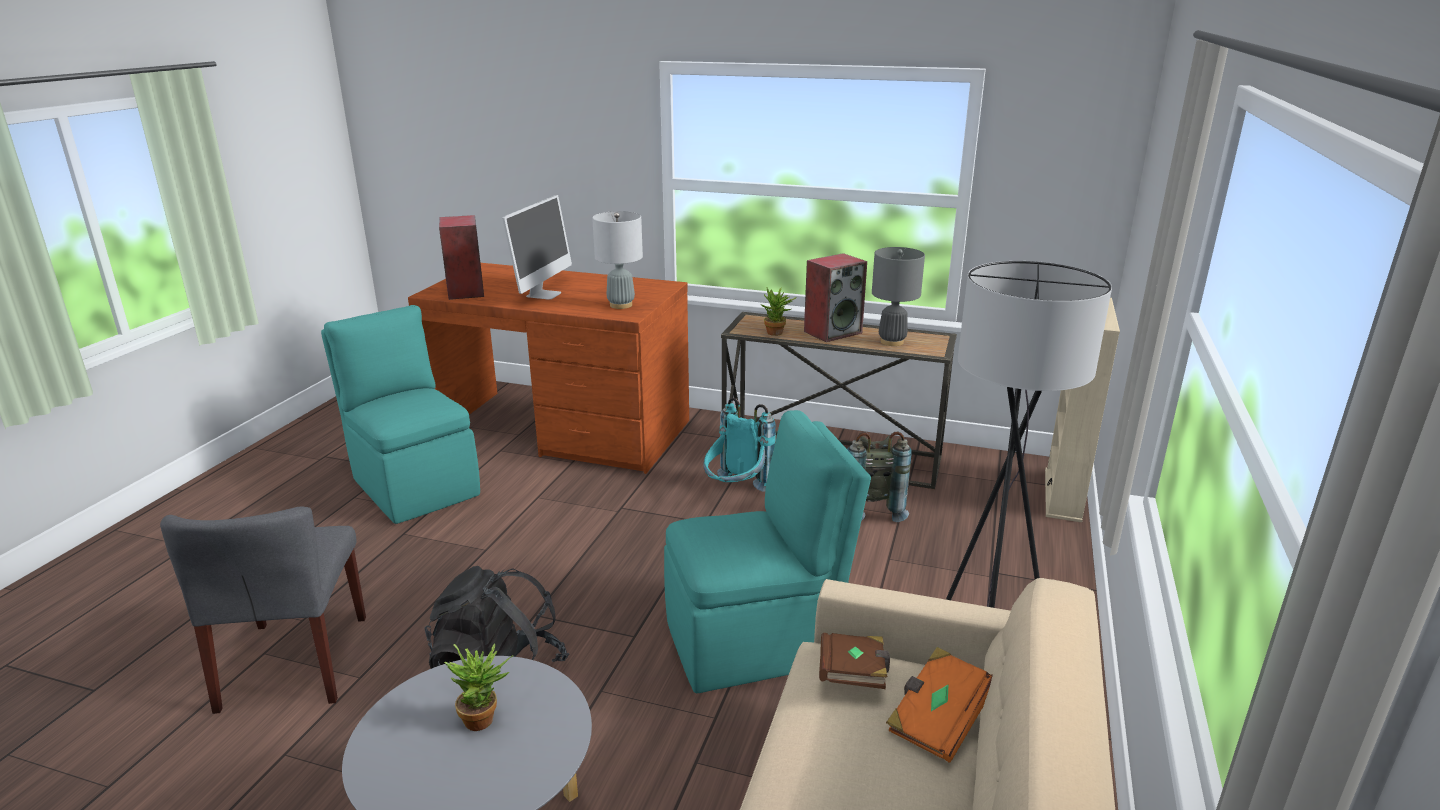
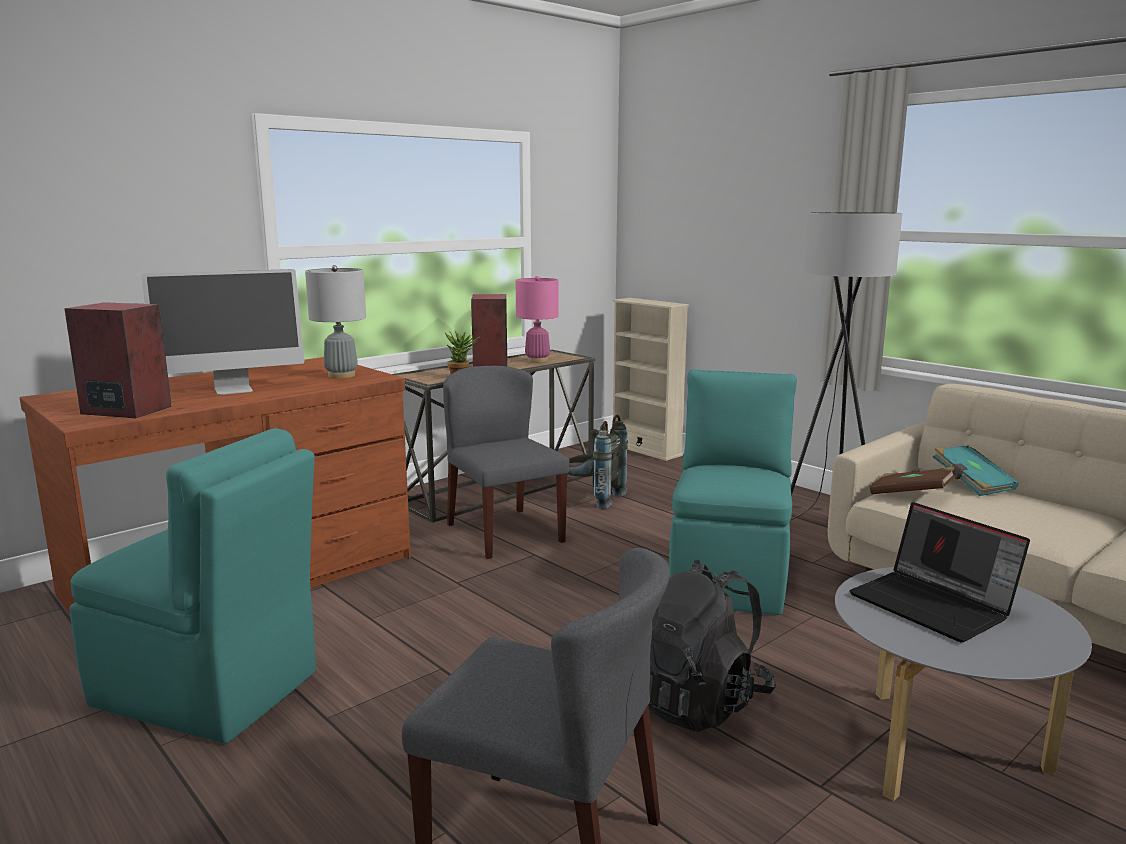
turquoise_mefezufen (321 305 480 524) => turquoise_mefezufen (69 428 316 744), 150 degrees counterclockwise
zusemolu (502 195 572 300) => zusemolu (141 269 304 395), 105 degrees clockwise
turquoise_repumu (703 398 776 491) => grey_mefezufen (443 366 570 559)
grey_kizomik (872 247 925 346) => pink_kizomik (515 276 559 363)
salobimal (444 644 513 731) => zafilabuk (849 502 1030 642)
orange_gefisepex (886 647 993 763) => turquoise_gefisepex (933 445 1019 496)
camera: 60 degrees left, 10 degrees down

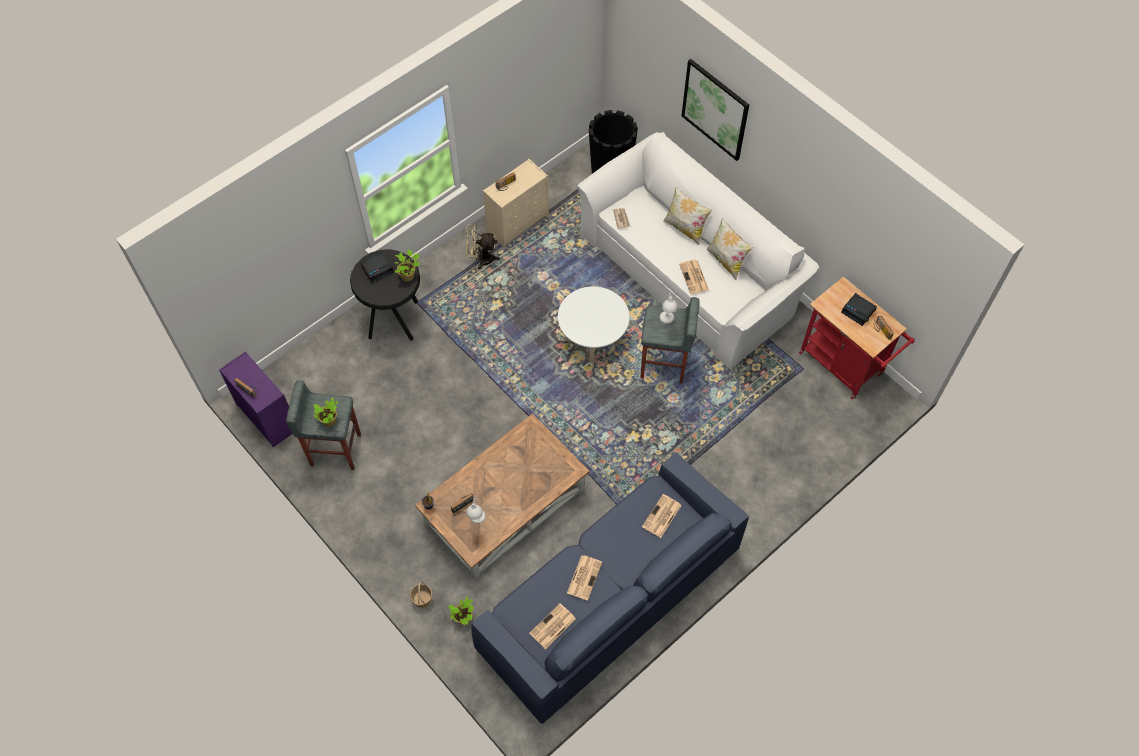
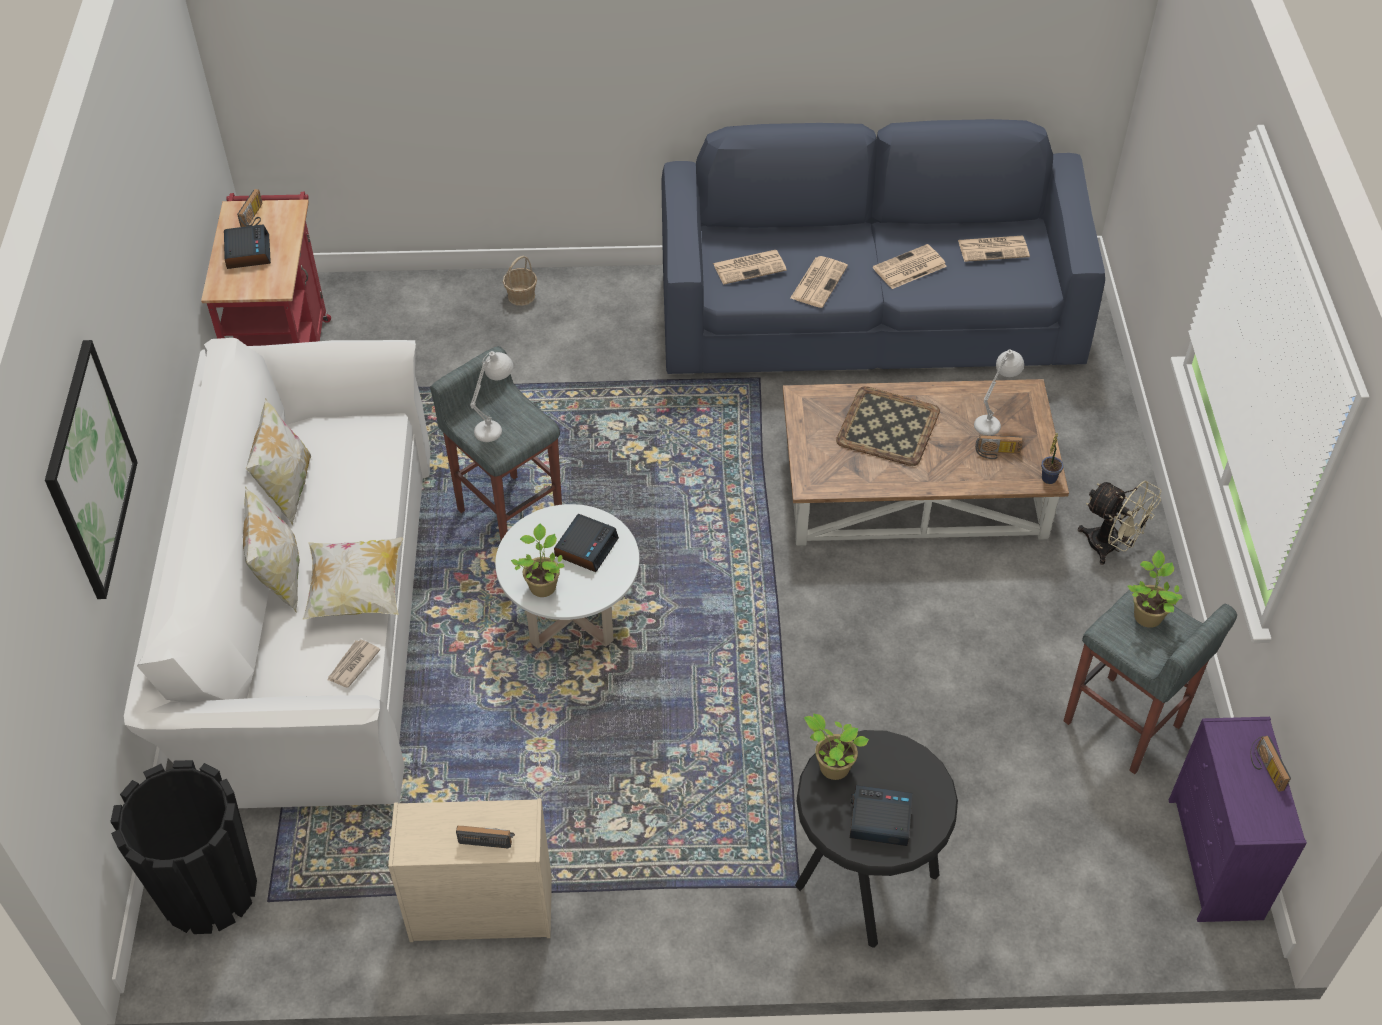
nothing => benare (303 537 403 620)
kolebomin (410 581 433 608) => kolebomin (503 256 537 306), move
salobimal (448 596 474 625) => salobimal (511 523 565 597), move
nothing => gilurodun (554 514 619 572)
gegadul (679 260 709 294) => gegadul (790 256 848 308), move
nothing => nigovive (836 386 940 466)
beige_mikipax (466 224 500 269) => beige_mikipax (1078 481 1162 565), move
camera: 140 degrees left, 10 degrees down

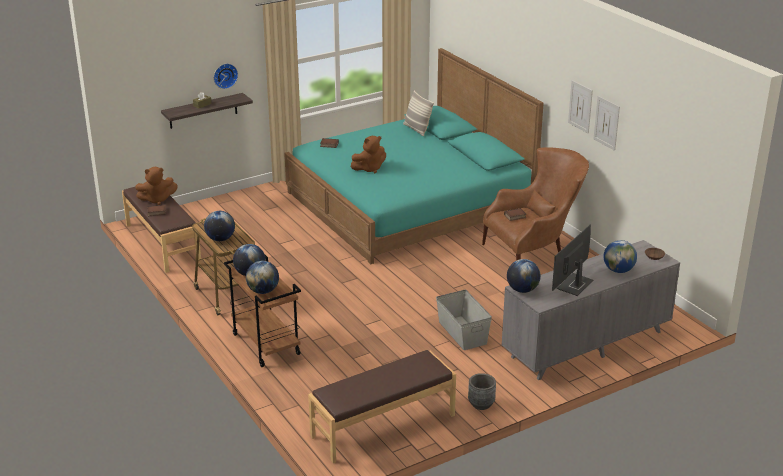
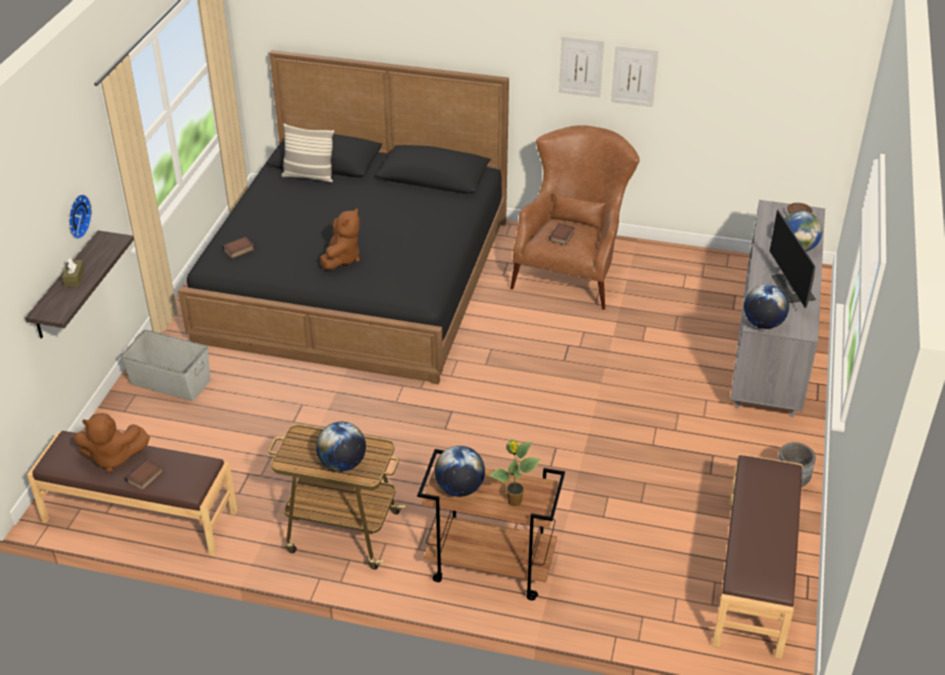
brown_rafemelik (135 167 178 205) => brown_rafemelik (73 413 150 473), 60 degrees clockwise
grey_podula (436 290 492 350) => grey_podula (121 330 211 401), move
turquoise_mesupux (284 48 544 264) => black_mesupux (178 50 509 385)
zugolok (246 261 279 294) => salobimal (489 439 540 507)
camera: 45 degrees left, 10 degrees up

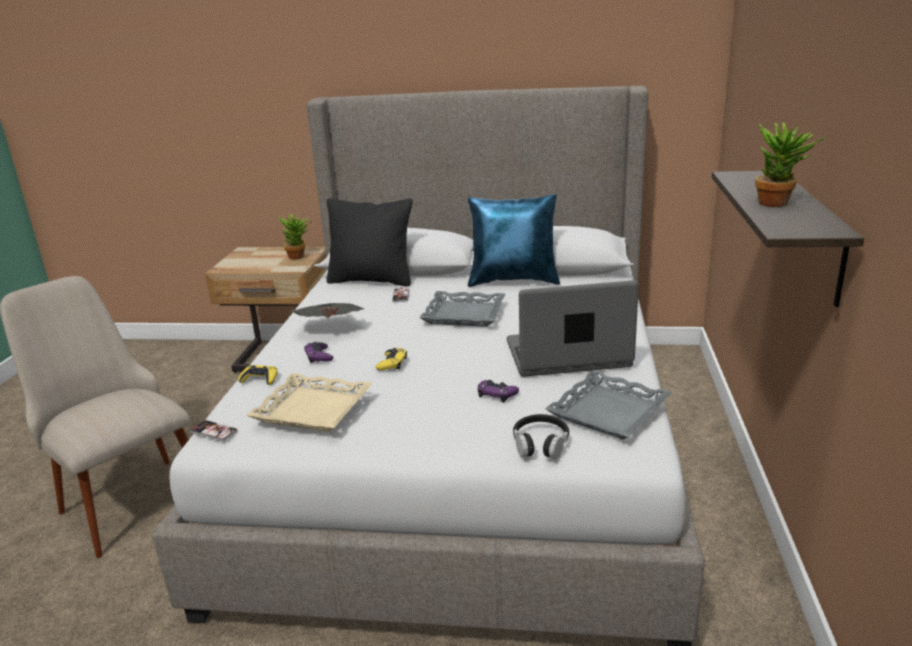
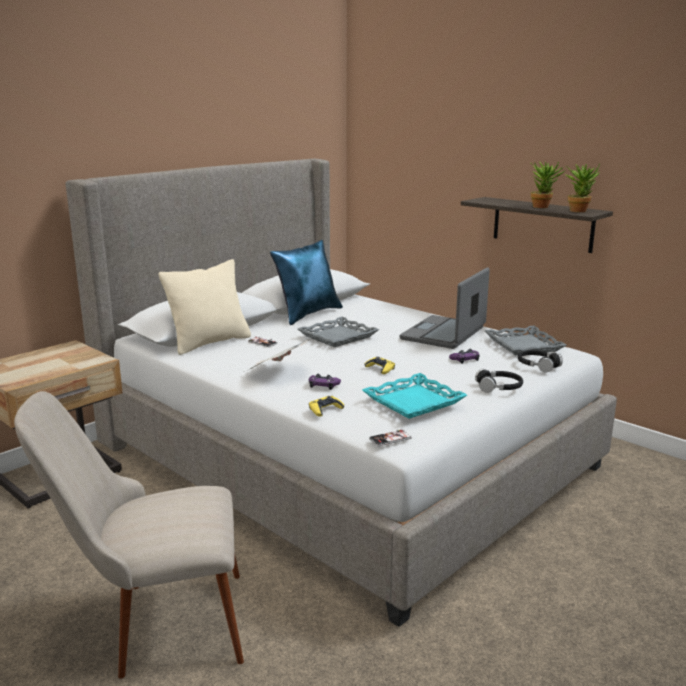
black_benare (326 198 413 286) => beige_benare (159 259 251 355)
beige_nigovive (246 373 373 432) => turquoise_nigovive (362 373 467 419)
nothing => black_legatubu (475 369 523 393)
salobimal (278 213 313 260) => salobimal (564 164 600 212), move
camera: 55 degrees left, 5 degrees down

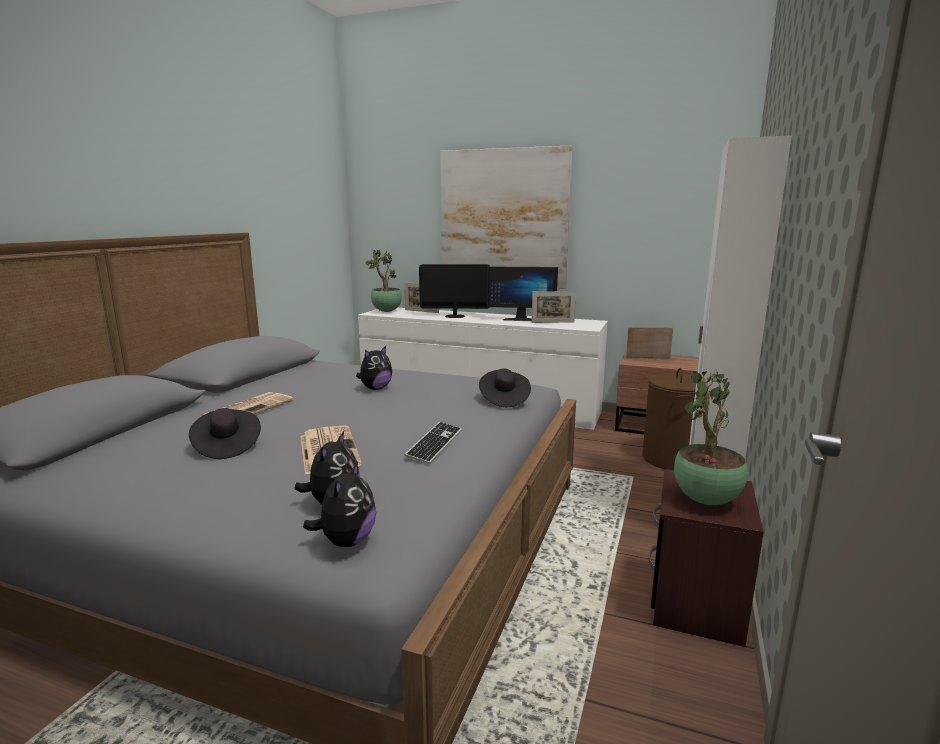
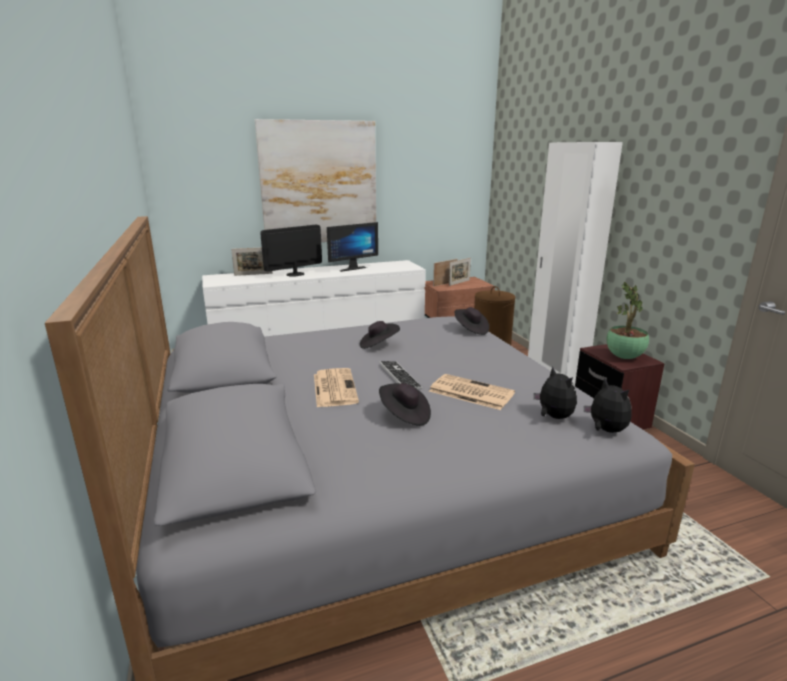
rafemelik (356 346 392 390) => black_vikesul (360 321 400 349)
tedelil (404 422 462 464) => tedelil (379 361 423 389), move
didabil (532 291 576 323) => didabil (449 258 471 286), move
salobimal (365 250 402 312) => nothing
camera: 40 degrees left, 5 degrees up

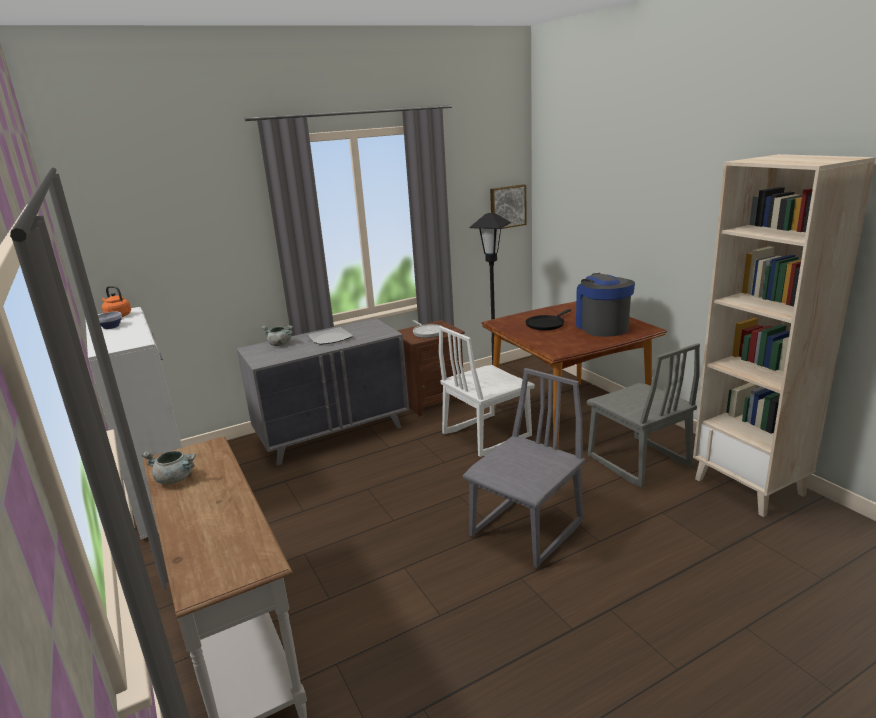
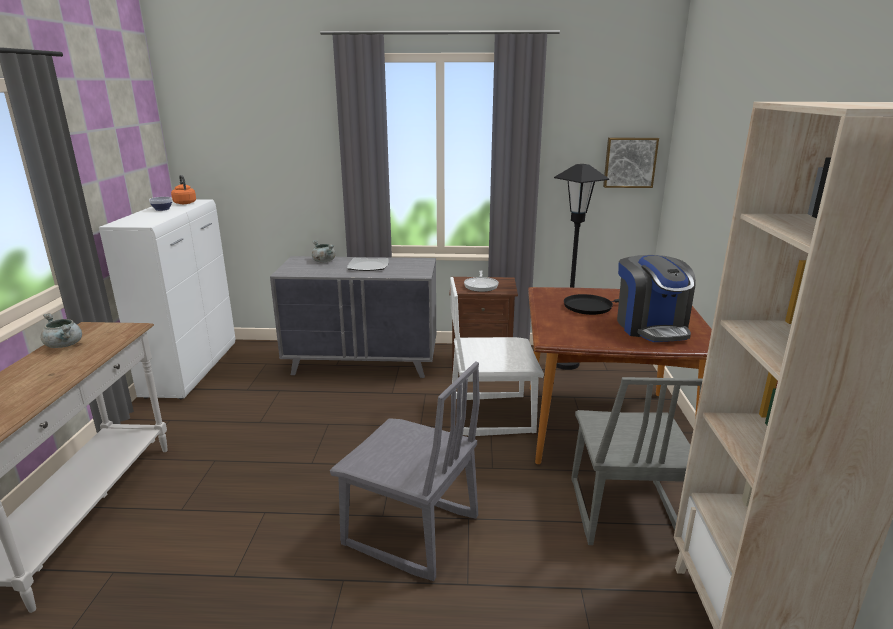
grey_mefezufen (463 368 585 568) => grey_mefezufen (330 361 480 581), 45 degrees clockwise
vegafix (576 273 635 337) => vegafix (617 255 696 342), 150 degrees clockwise
camera: 30 degrees right, 0 degrees up

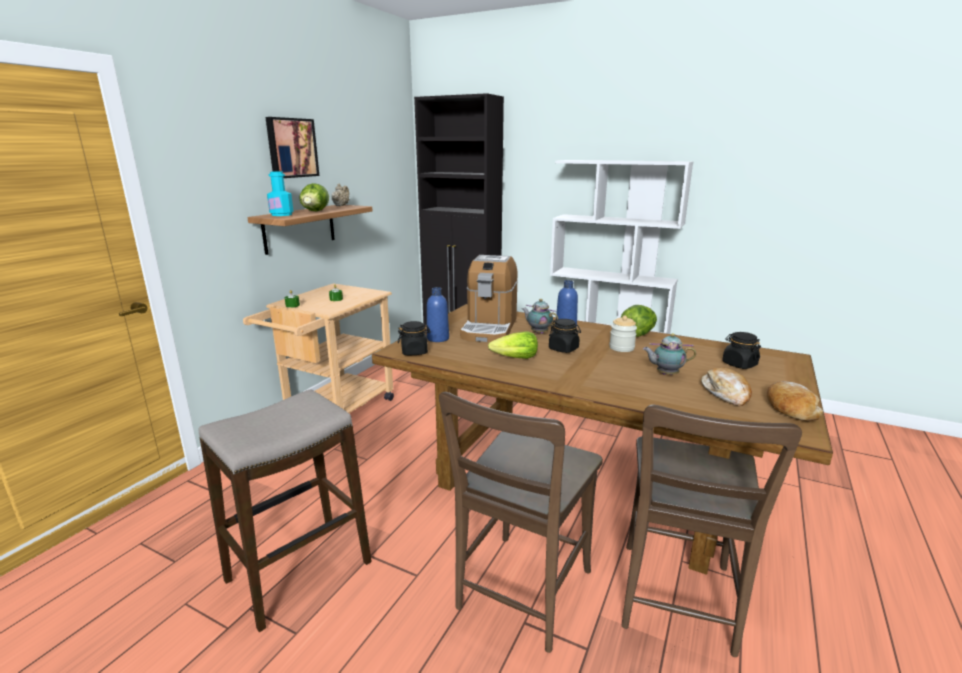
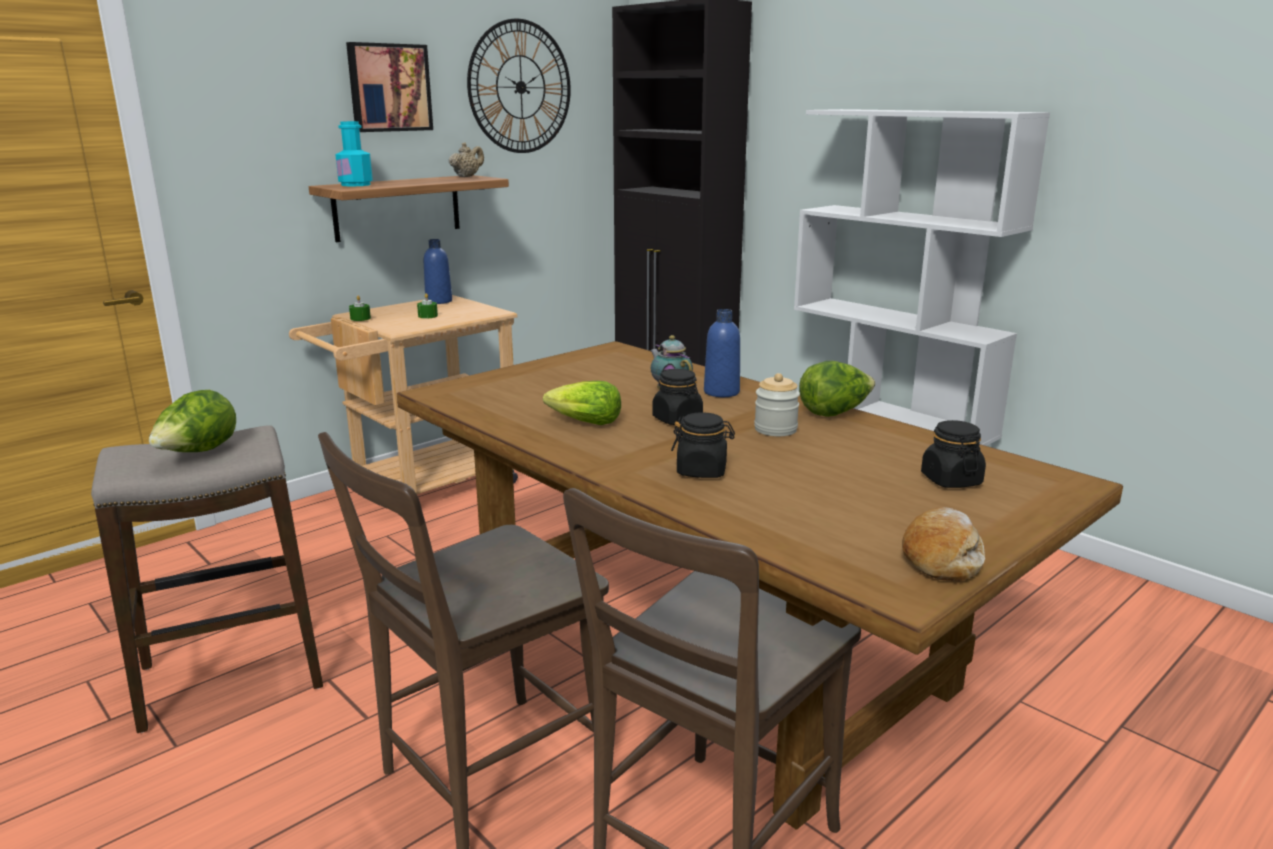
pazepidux (299 183 329 212) => pazepidux (149 390 236 452), move
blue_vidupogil (427 287 449 342) => blue_vidupogil (424 239 452 304), move
nothing => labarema (467 19 571 153)
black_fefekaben (398 321 431 355) => black_fefekaben (671 412 735 478), move
vegafix (460 255 518 343) => nothing
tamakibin (643 333 696 375) => nothing
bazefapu (701 368 752 406) => nothing
camera: 20 degrees right, 0 degrees up

